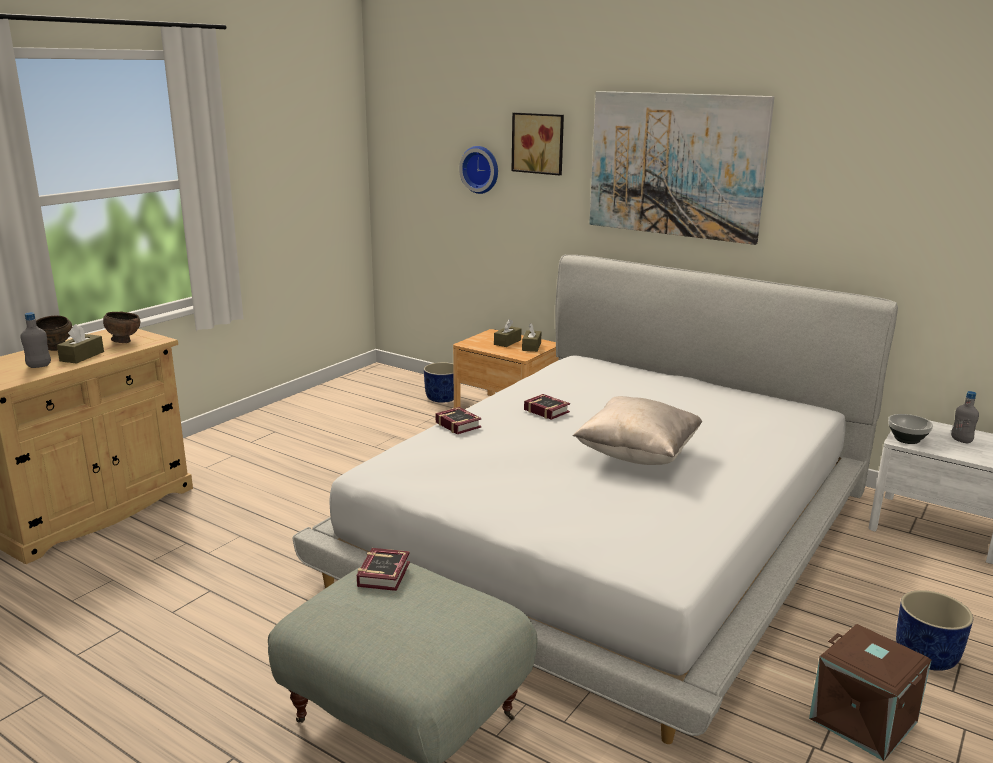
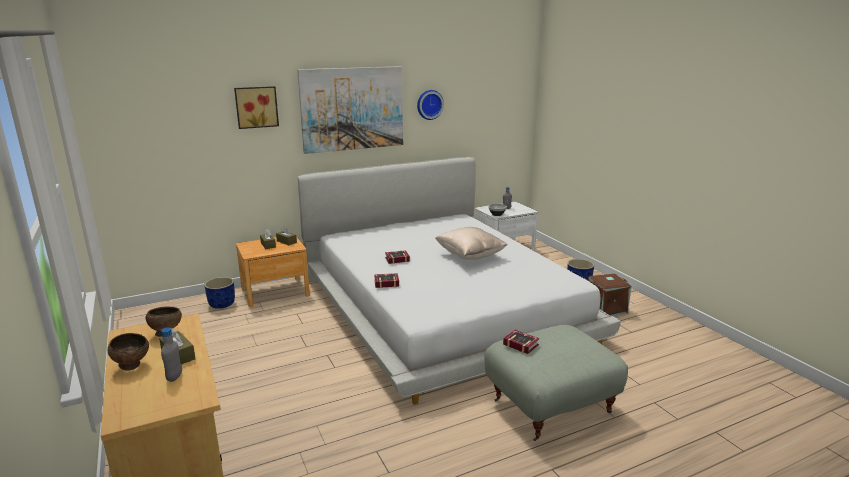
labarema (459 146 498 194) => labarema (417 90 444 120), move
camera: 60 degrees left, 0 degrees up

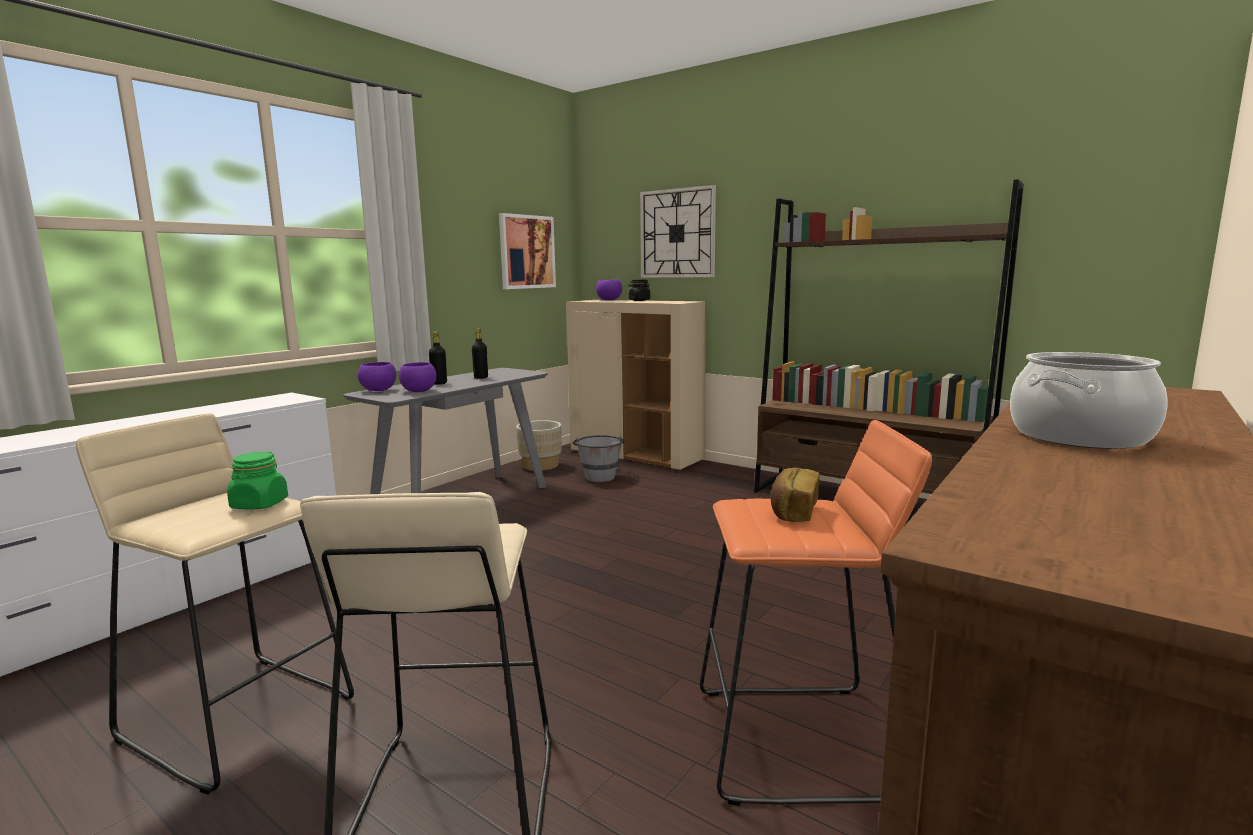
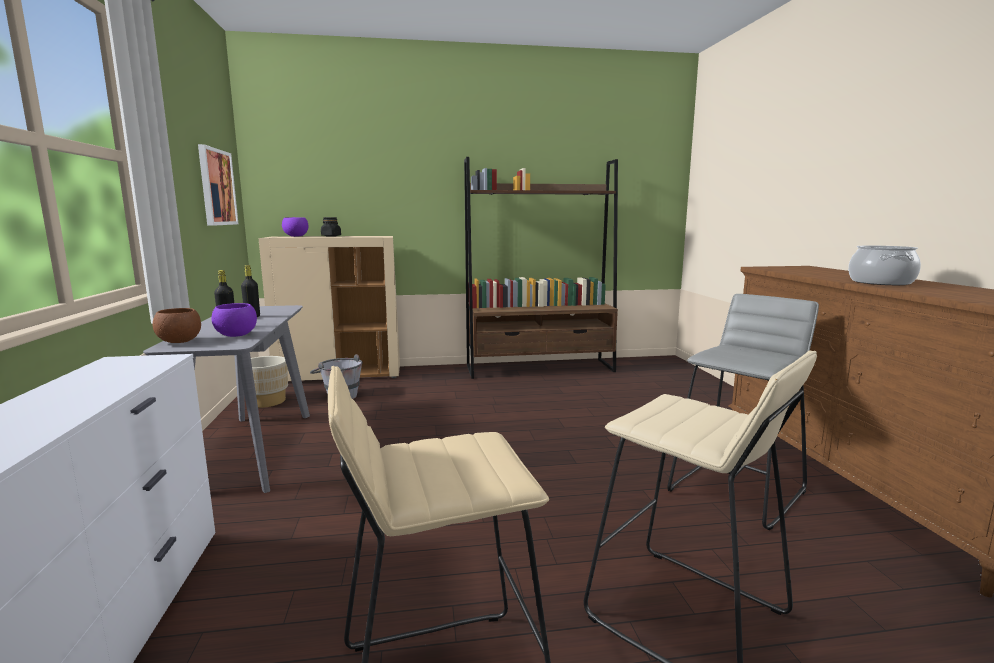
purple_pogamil (358 362 396 391) => brown_pogamil (153 308 201 343)
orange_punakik (700 420 932 806) => grey_punakik (667 294 819 530)
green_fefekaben (227 452 288 510) => nothing
labarema (640 185 716 278) => nothing
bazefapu (771 468 820 522) => nothing
camera: 45 degrees left, 0 degrees up

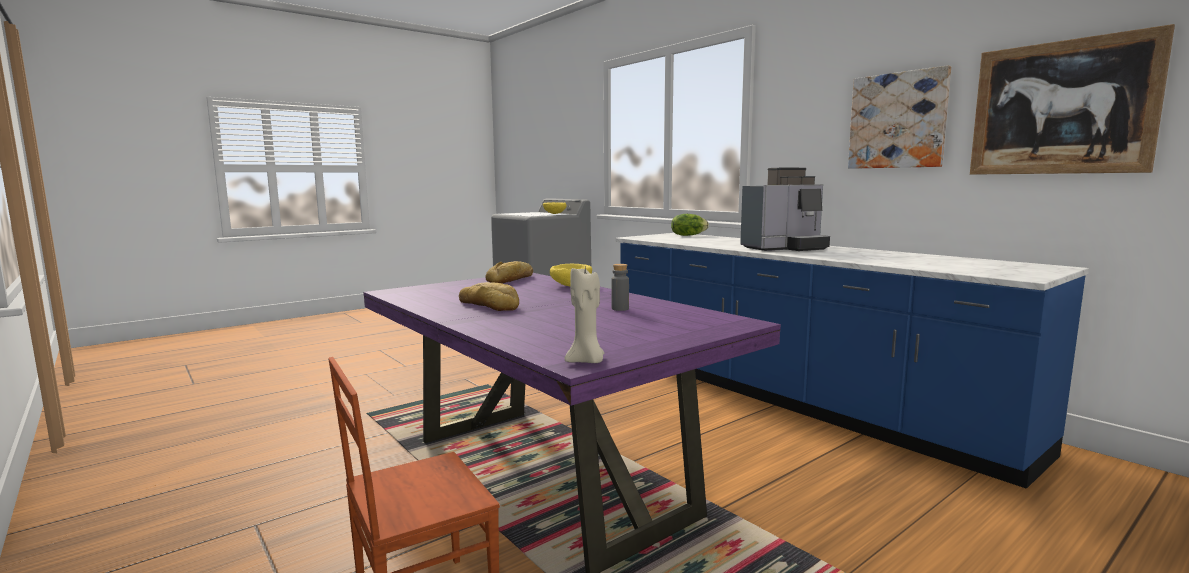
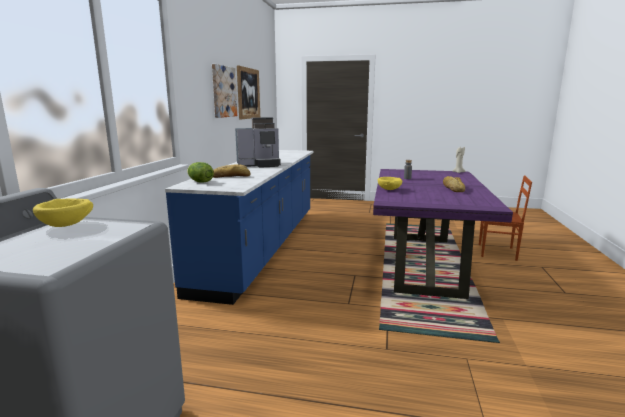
bazefapu (485 261 533 284) => bazefapu (213 164 251 178), move
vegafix (740 168 830 251) => vegafix (235 117 281 168), 135 degrees clockwise
camera: 130 degrees left, 5 degrees up

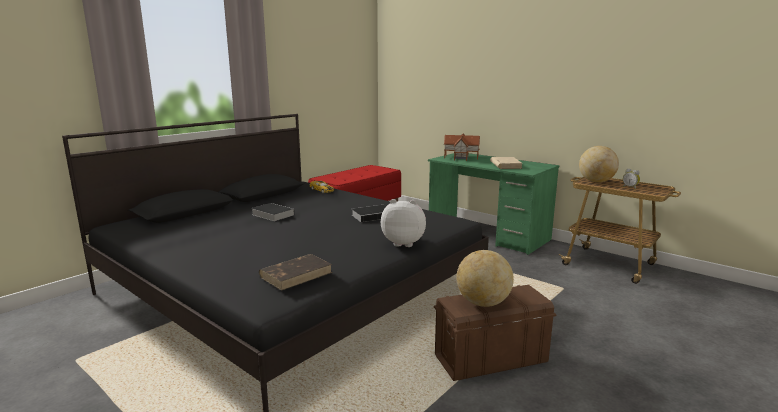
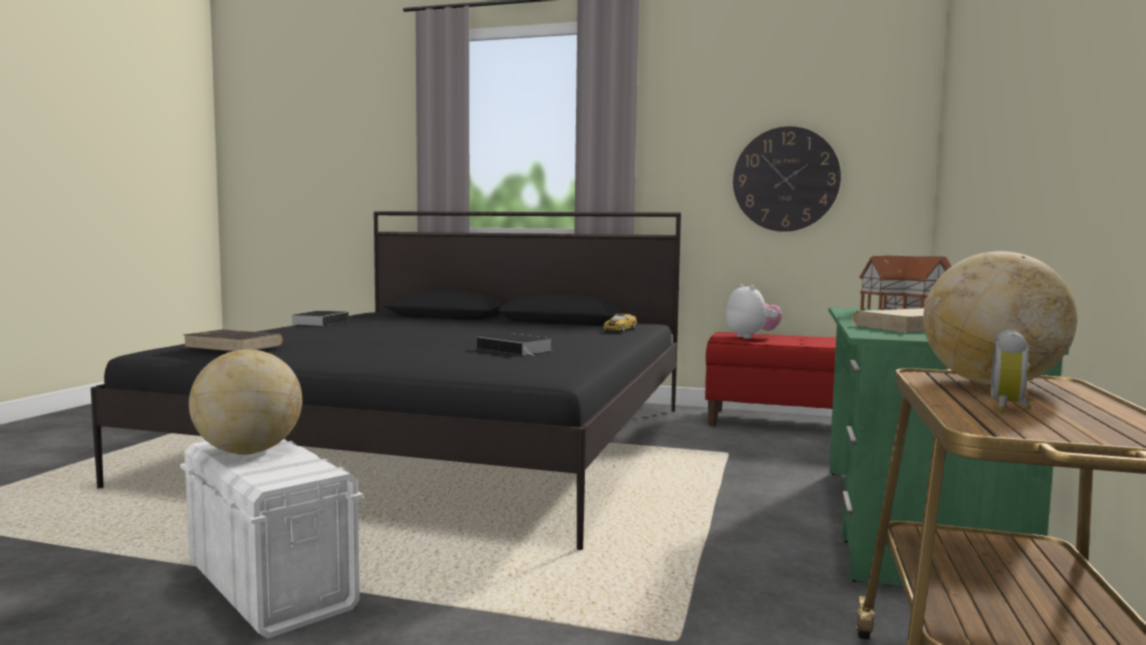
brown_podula (434 285 557 381) => white_podula (180 439 363 639)
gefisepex (251 203 294 221) => gefisepex (291 311 350 326), move
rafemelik (381 199 426 247) => rafemelik (726 284 782 339), move
nothing => labarema (733 126 841 232)
camera: 65 degrees right, 10 degrees down

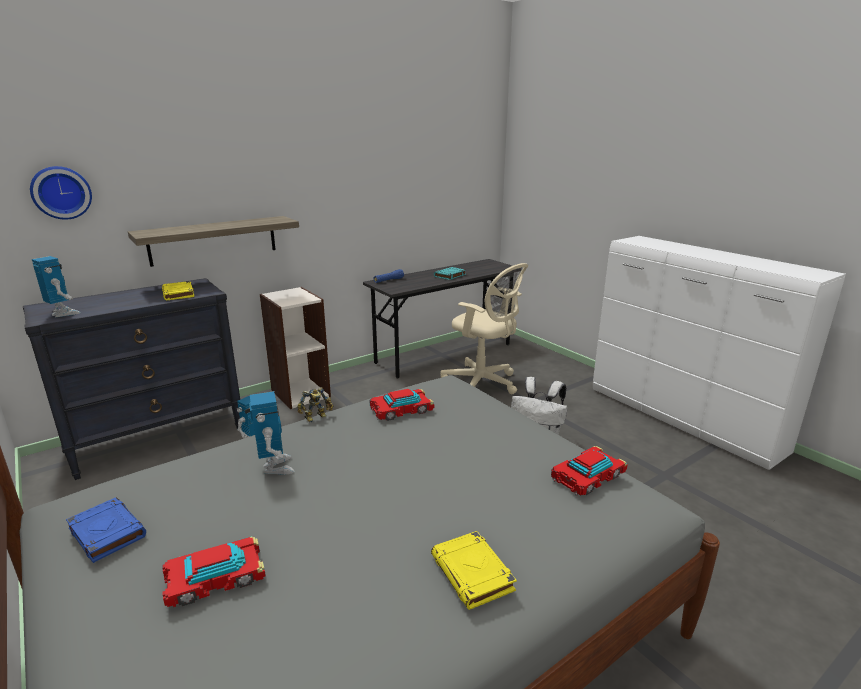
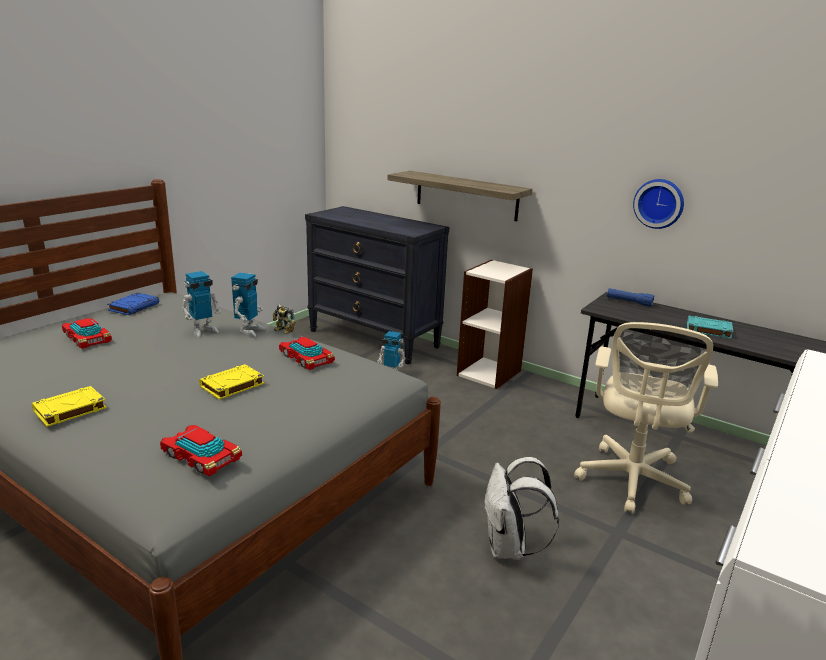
yellow_gefisepex (162 281 194 300) => yellow_gefisepex (199 364 264 400), move
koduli (32 256 80 317) => koduli (231 272 265 337), move
labarema (30 166 92 220) => labarema (633 179 684 229), move
camera: 70 degrees right, 0 degrees up

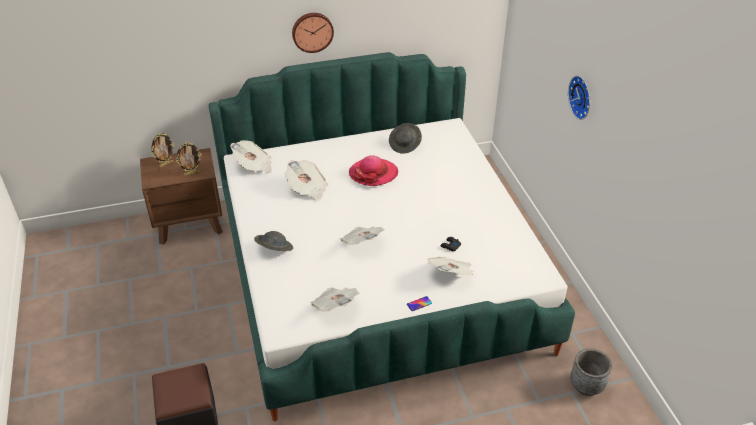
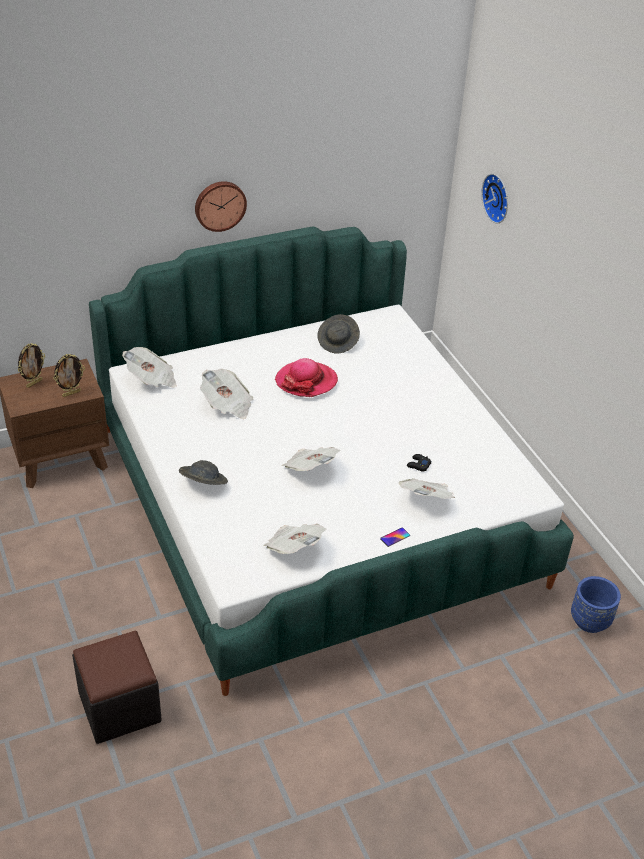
labarema (568 76 590 120) => labarema (481 174 508 224), move
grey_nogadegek (570 348 612 396) => blue_nogadegek (571 576 621 633)
camera: 10 degrees left, 0 degrees up

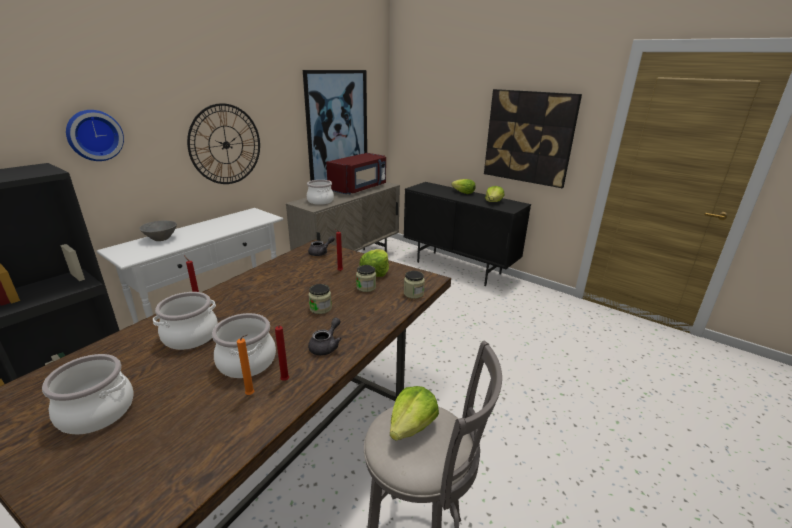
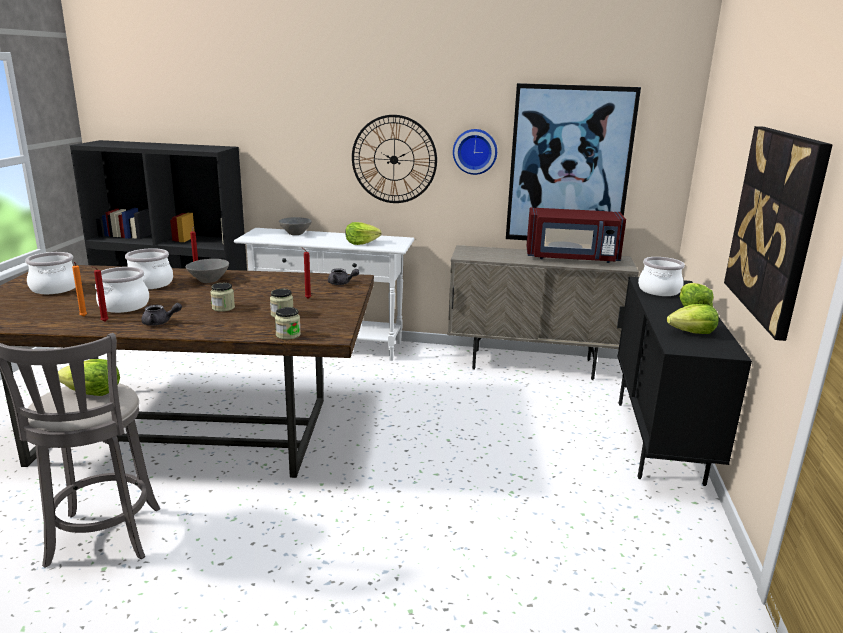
nothing => grey_pogamil (186 259 229 283)
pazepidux (359 249 389 277) => pazepidux (345 222 381 245), move
labarema (66 110 124 161) => labarema (453 129 497 175), move
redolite (307 180 334 205) => redolite (638 257 685 296), move
camera: 60 degrees right, 5 degrees down

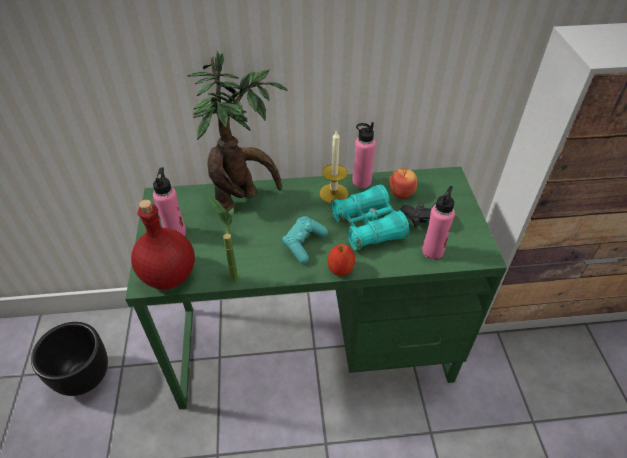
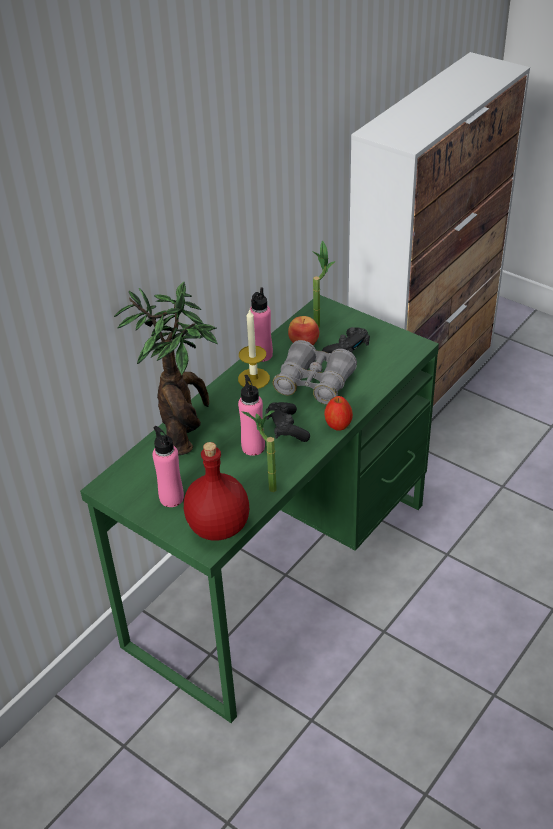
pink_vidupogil (422 186 455 259) => pink_vidupogil (238 375 265 456), move
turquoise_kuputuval (282 216 328 264) => black_kuputuval (266 402 310 442)
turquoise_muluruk (331 185 410 251) => grey_muluruk (273 340 357 405)
nothing => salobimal (312 240 336 328)
black_nogadegek (31 322 108 396) => nothing
camera: 45 degrees left, 5 degrees down

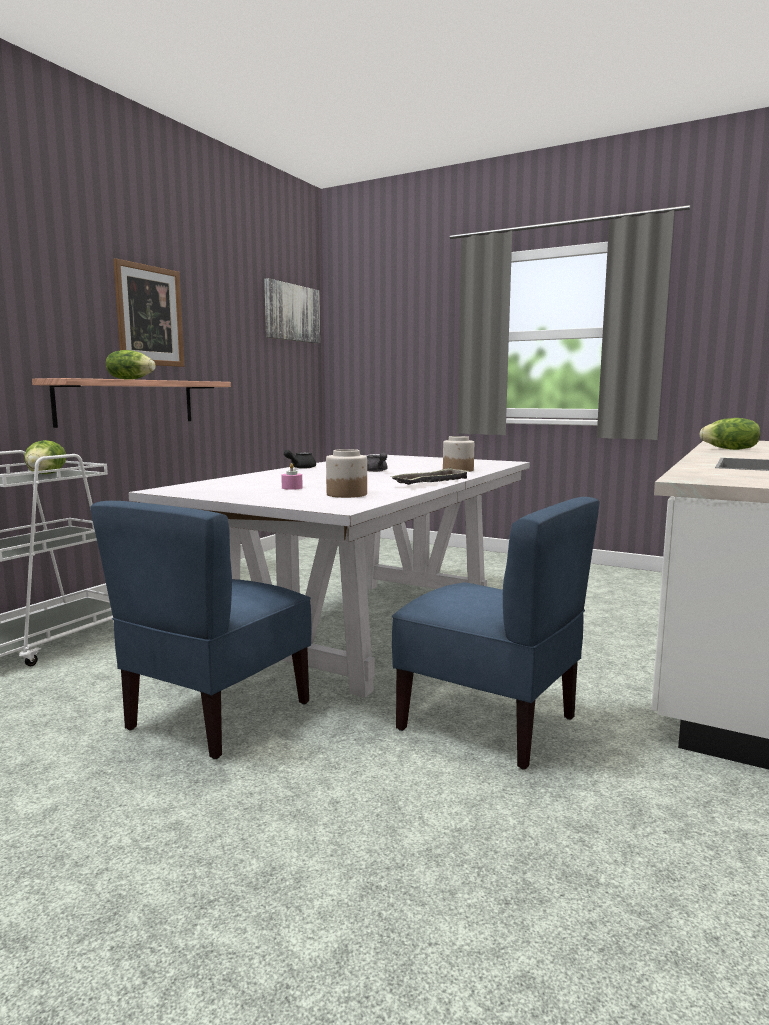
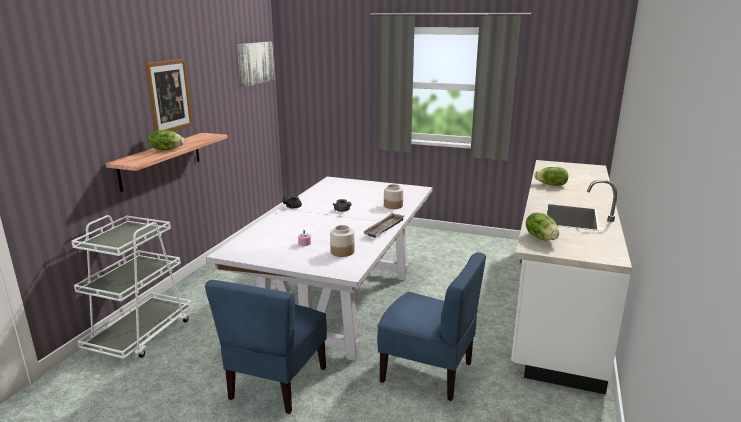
pazepidux (25 440 66 474) => pazepidux (526 212 559 240), move
camera: 10 degrees left, 10 degrees up

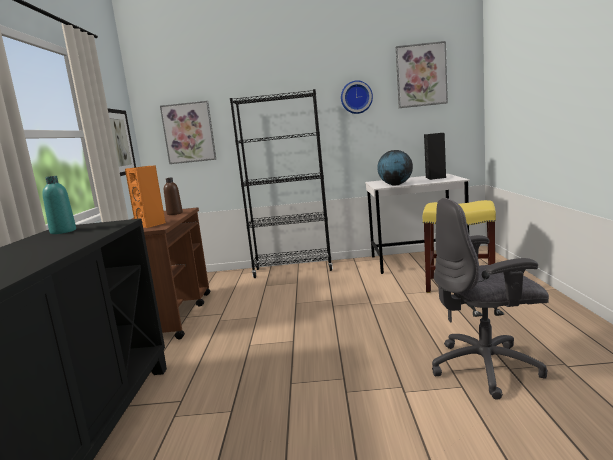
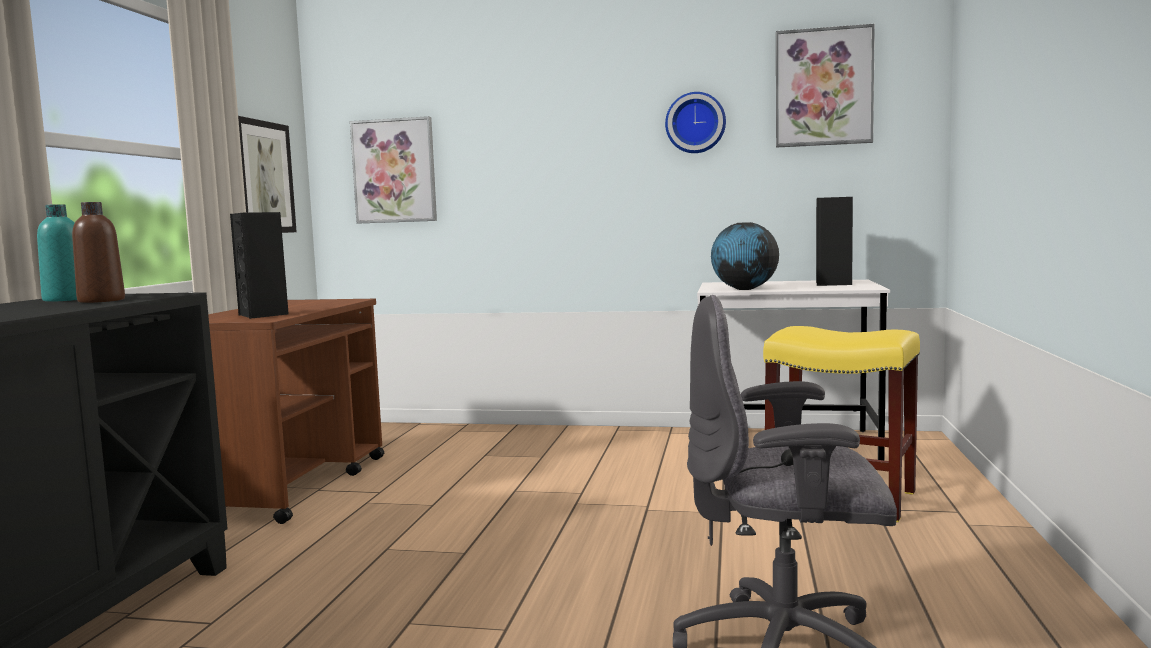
brown_vidupogil (164 178 183 215) => brown_vidupogil (72 202 125 303), move
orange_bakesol (125 165 166 228) => black_bakesol (230 212 289 319)
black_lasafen (230 89 333 278) => nothing
camera: 10 degrees right, 5 degrees down

